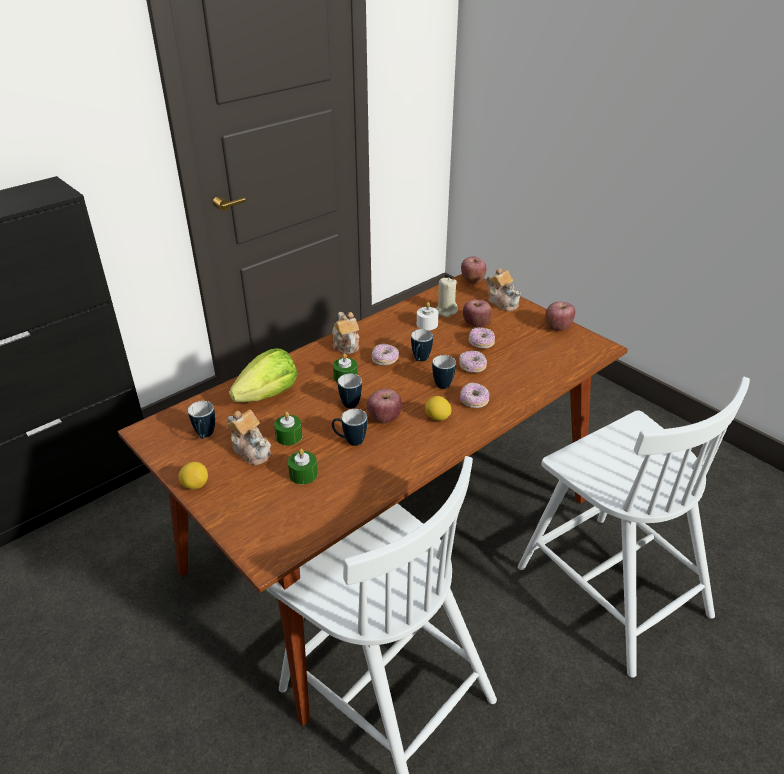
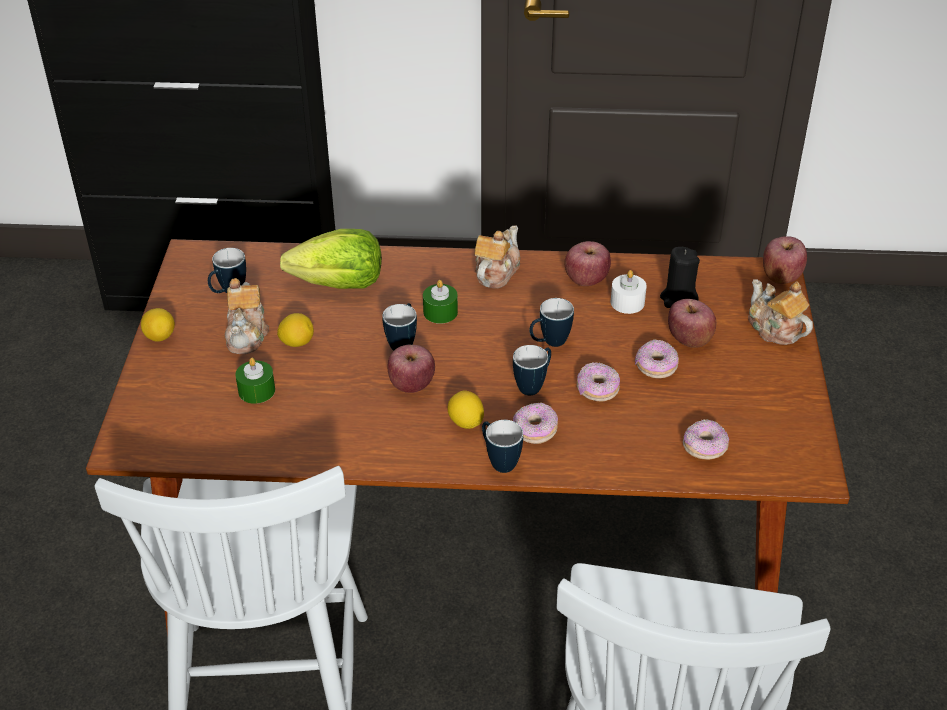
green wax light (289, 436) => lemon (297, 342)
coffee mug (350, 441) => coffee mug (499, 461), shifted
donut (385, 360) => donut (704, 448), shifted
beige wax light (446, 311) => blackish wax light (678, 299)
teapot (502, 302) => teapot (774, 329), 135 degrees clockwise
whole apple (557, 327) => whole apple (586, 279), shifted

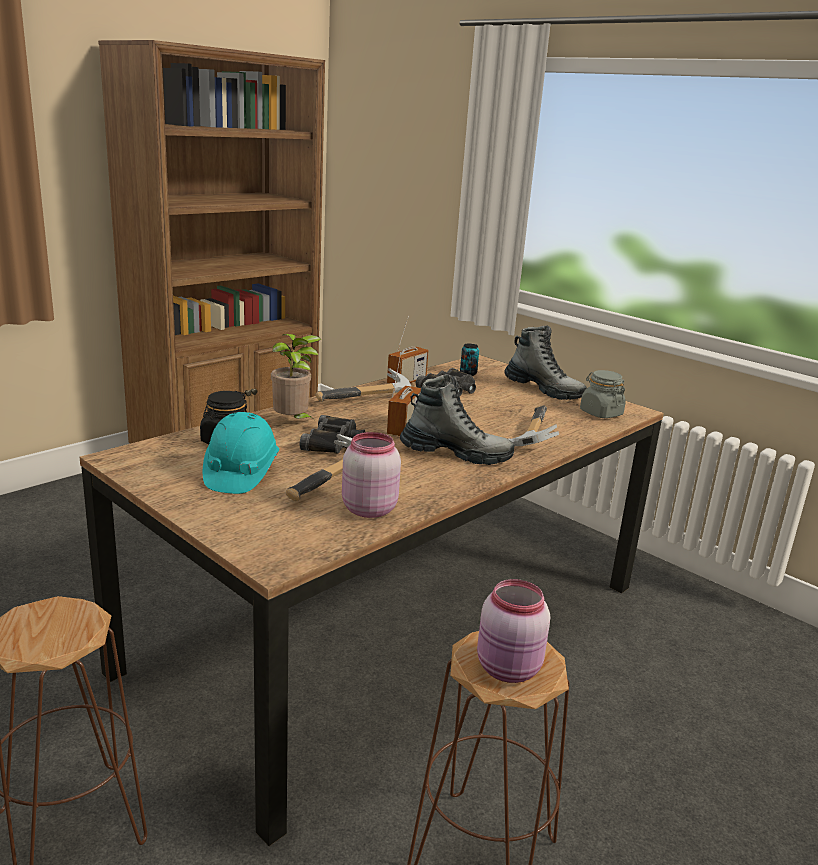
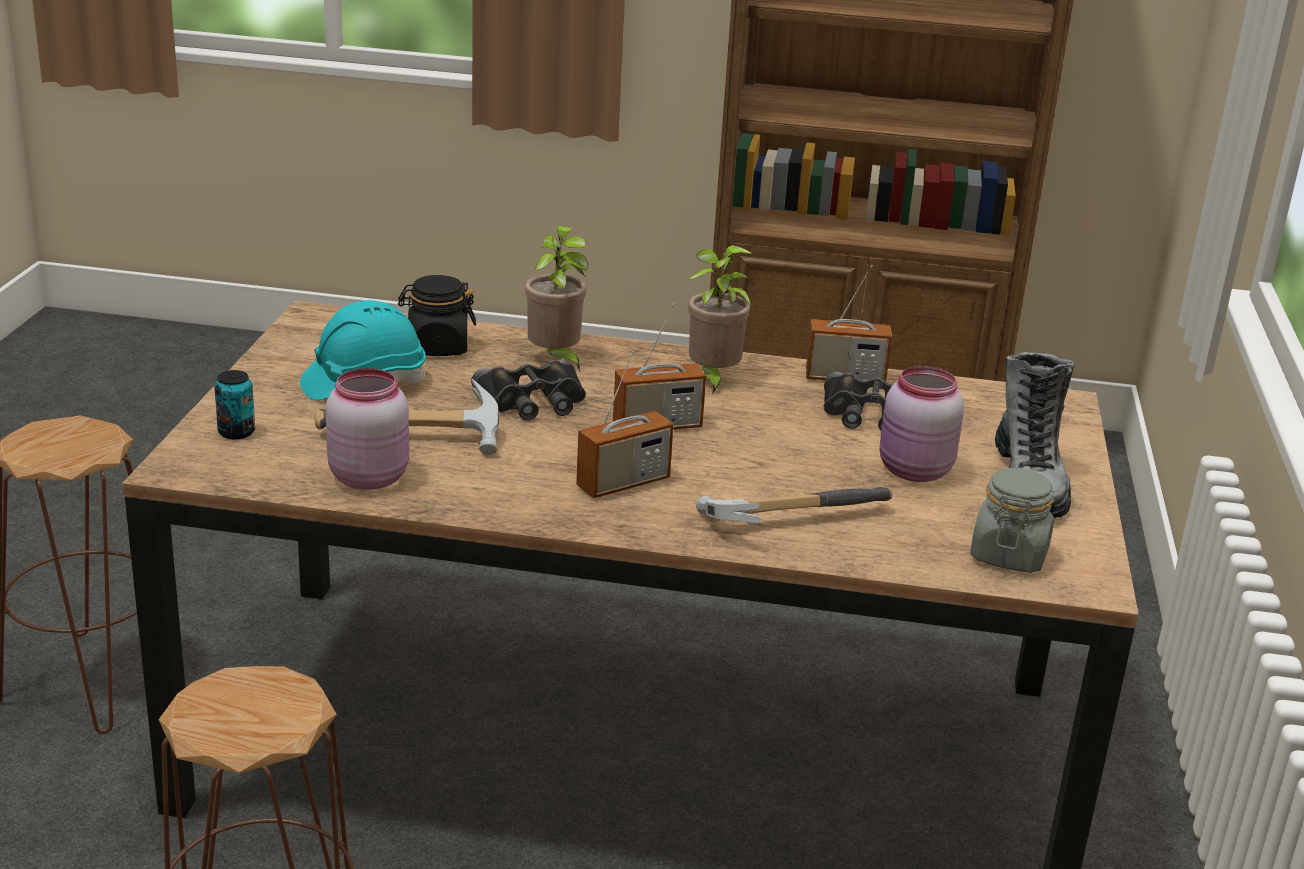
hand hammer (370, 402) => plant in a pot (712, 379)
tall boot (456, 454) => radio receiver (623, 483)
sealed can (468, 373) => sealed can (236, 432), shifted
pink storage jar (509, 669) => pink storage jar (913, 471), shifted

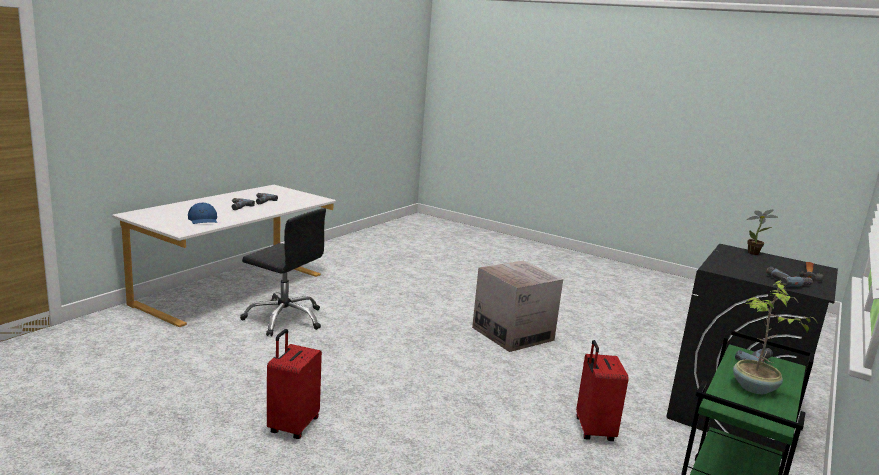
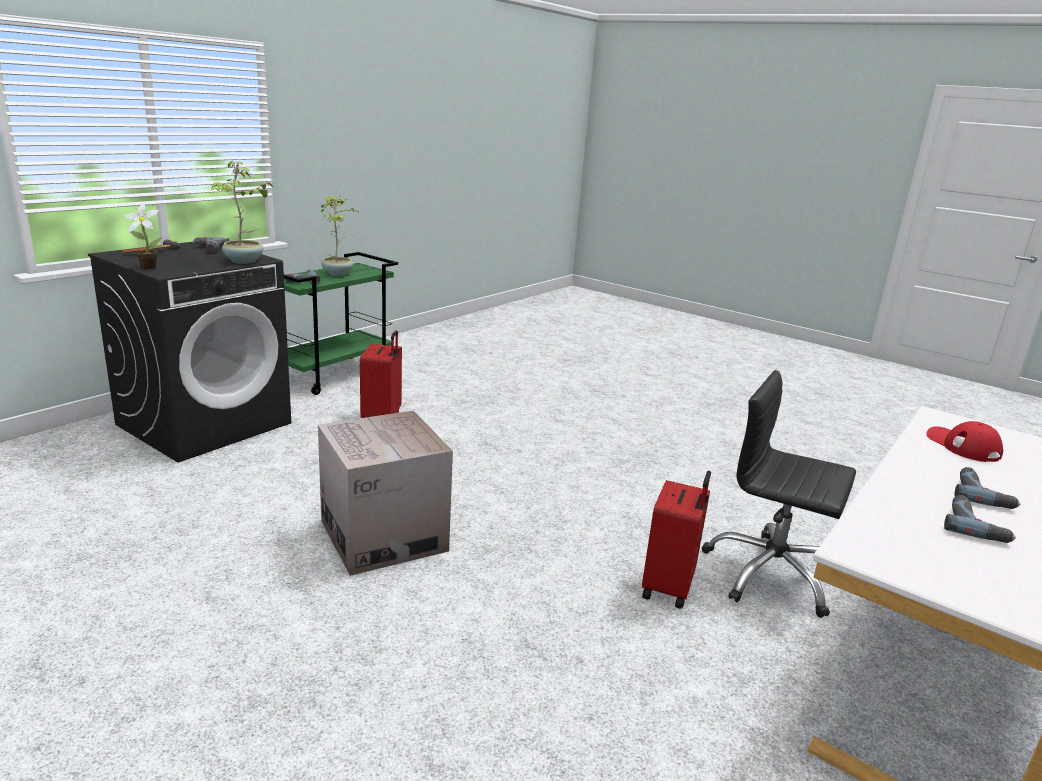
blue-coloured baseball cap (203, 219) => red baseball cap (962, 446)
red piece of luggage (292, 426) => red piece of luggage (669, 588), shifted
nothing => plant in a pot (244, 261)

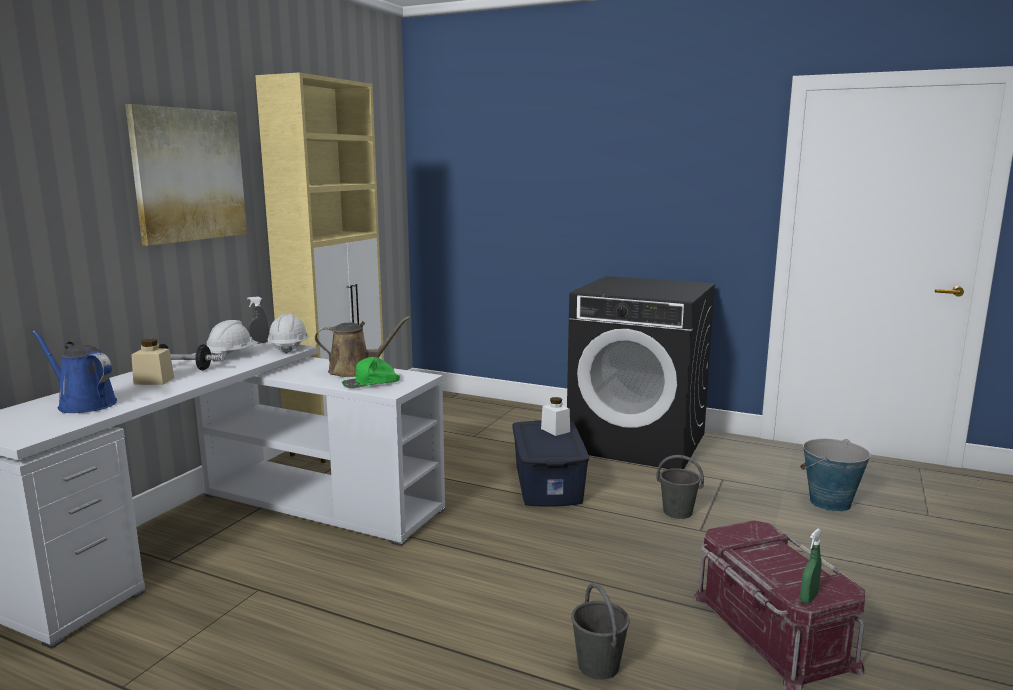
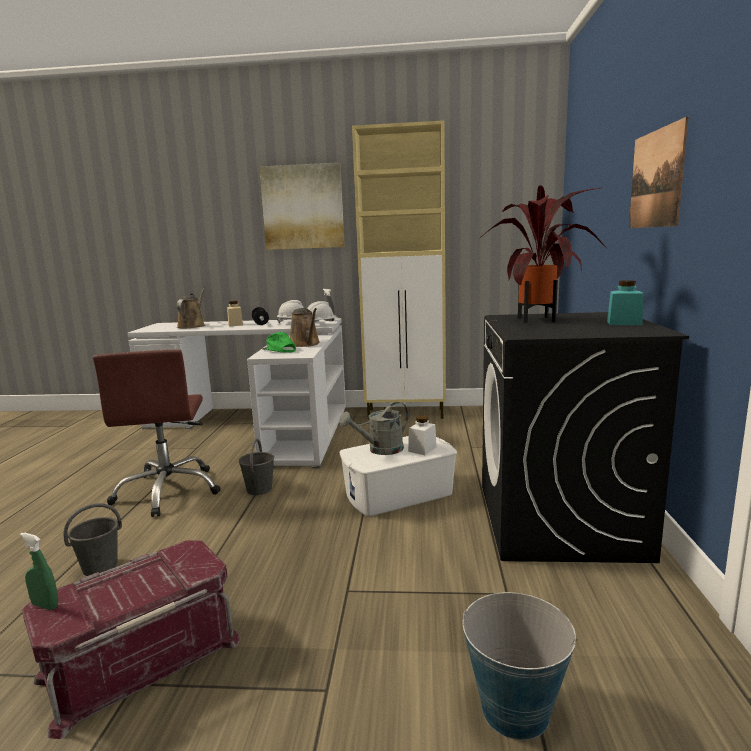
blue-coloured watering pot (83, 404) => brownish watering pot (192, 326)
blue-coloured storage container (548, 483) => white storage container (399, 494)
gray bucket (678, 512) => gray bucket (259, 489), shifted
nothing => brownish desk chair (168, 491)
nothing => gray watering pot (380, 450)
nothing => plant in a pot (541, 320)
nothing => turquoise-coloured storage jar (624, 323)
nothing => wall art (656, 179)

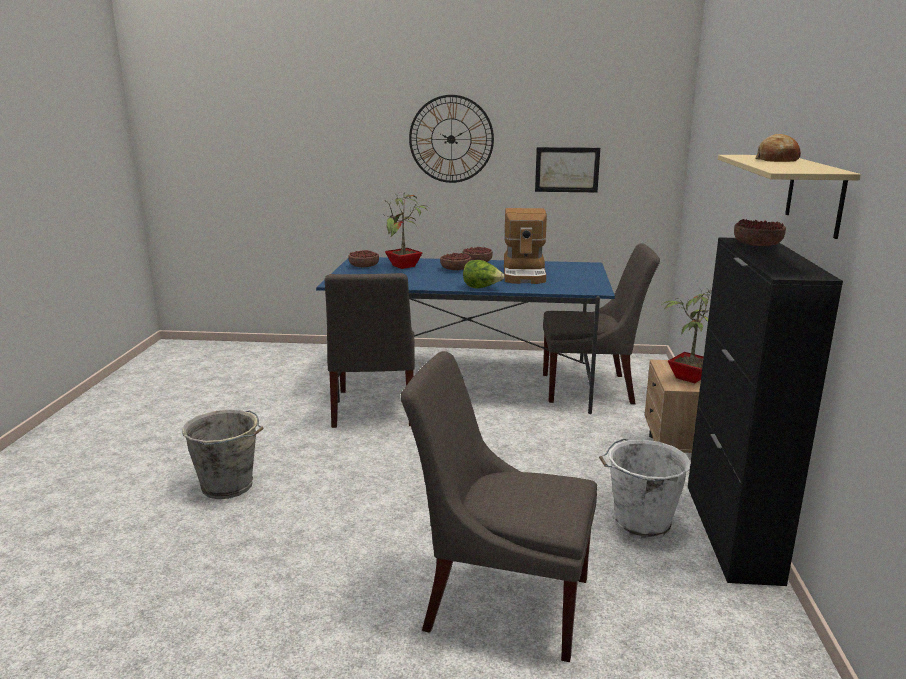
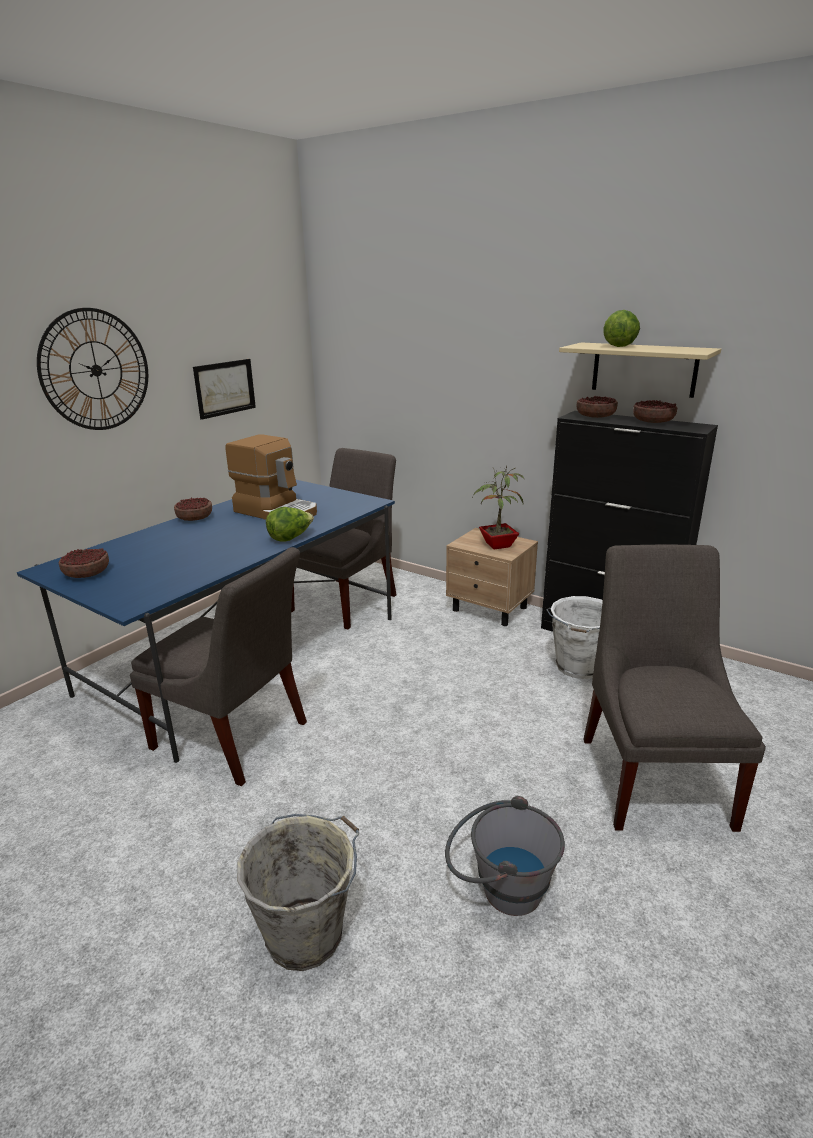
plant in a pot (404, 266) => nothing
gray chair (500, 600) => gray chair (654, 775), 135 degrees clockwise
deep dish (455, 269) => deep dish (653, 422), shifted
bread (776, 160) => lettuce (620, 346)
nothing => gray bucket (499, 888)

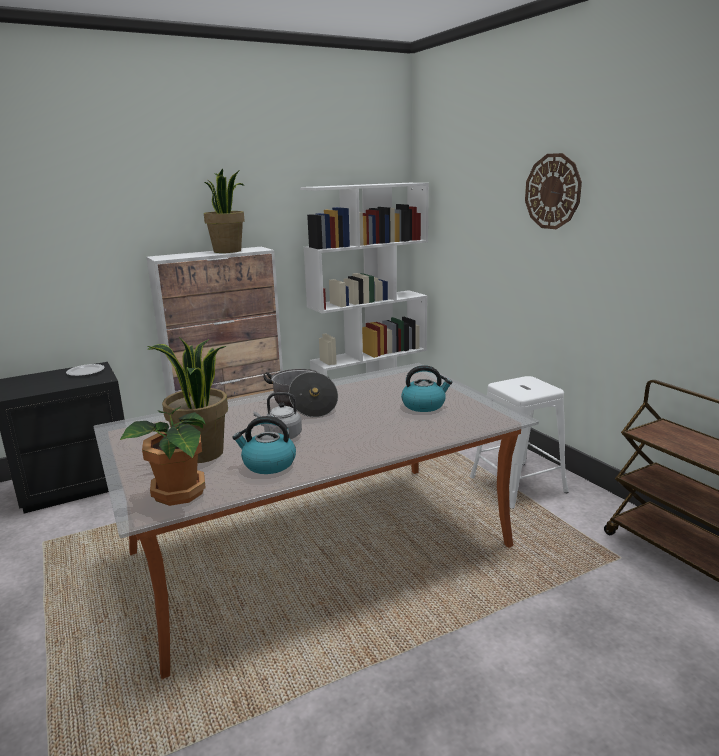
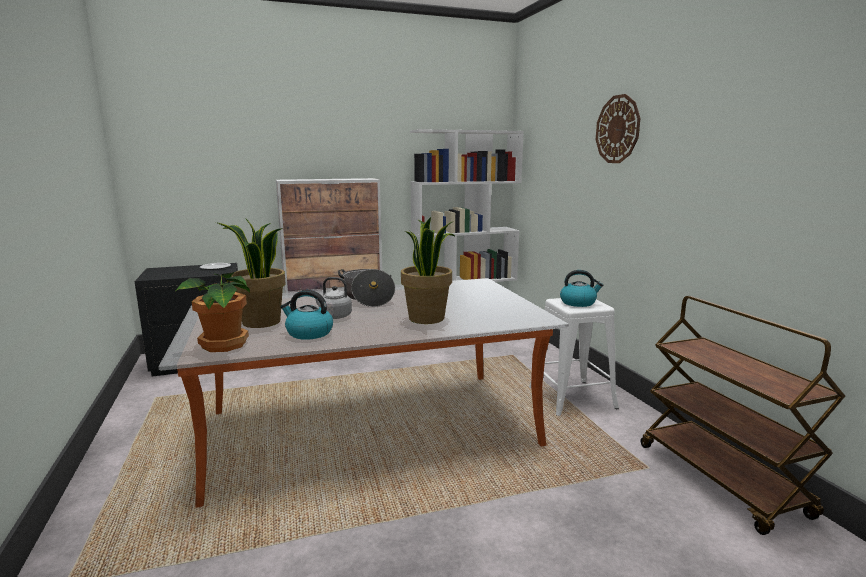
plant in a pot (228, 251) => plant in a pot (427, 318), shifted
tea kettle (424, 405) => tea kettle (578, 303), shifted

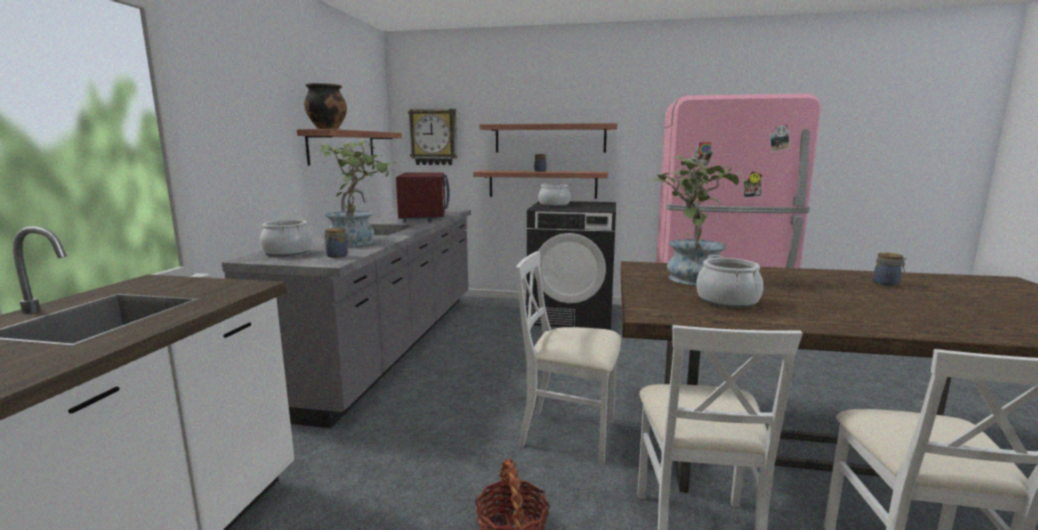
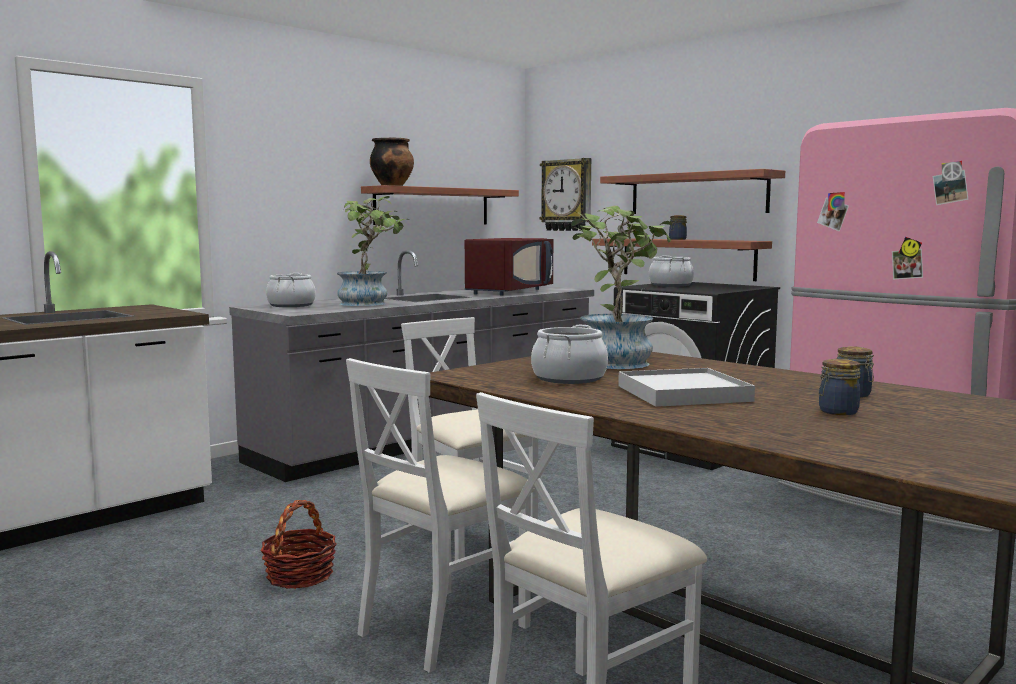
storage jar (336, 256) => storage jar (836, 412), shifted
nothing => white tray (683, 393)

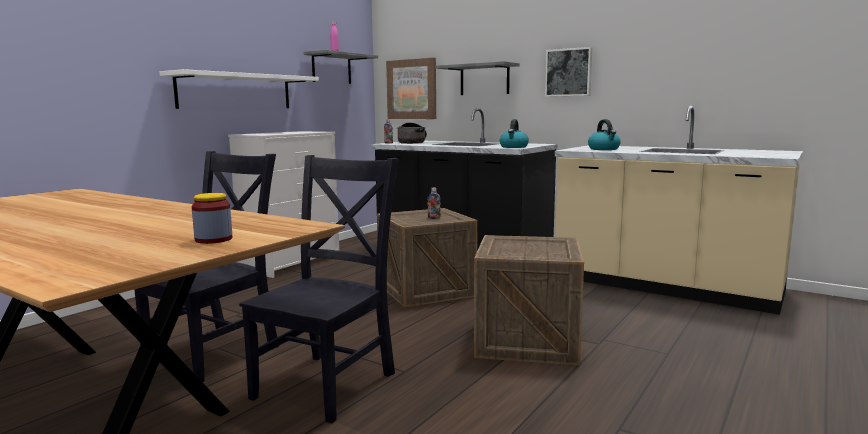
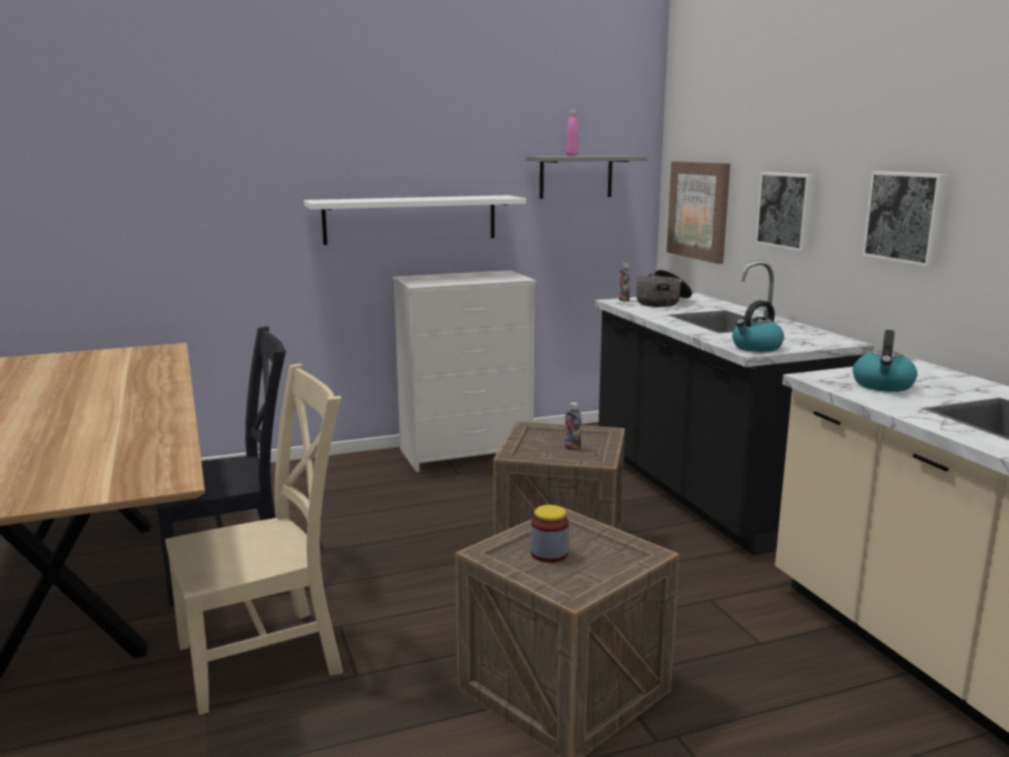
storage jar (213, 239) => storage jar (549, 554), shifted
blackish chair (329, 383) => beige chair (267, 657)
gray wall shelf (484, 80) => wall art (787, 210)

